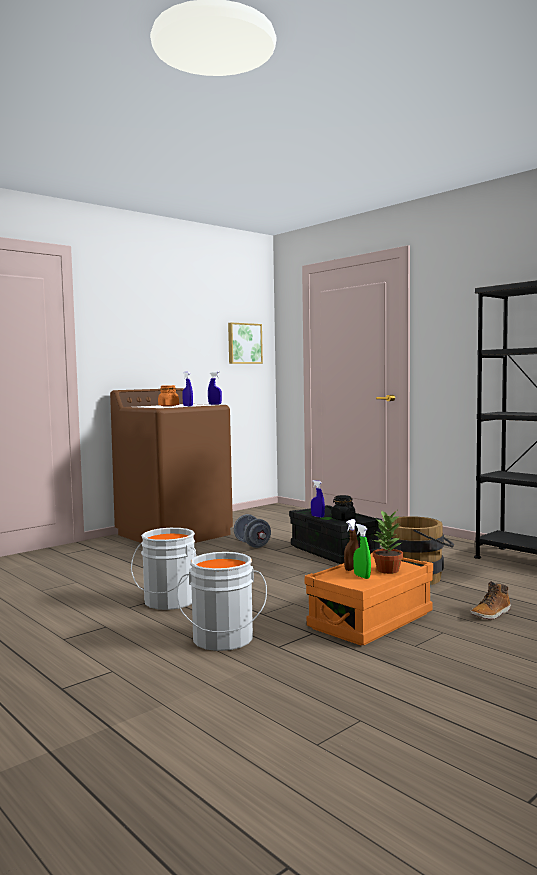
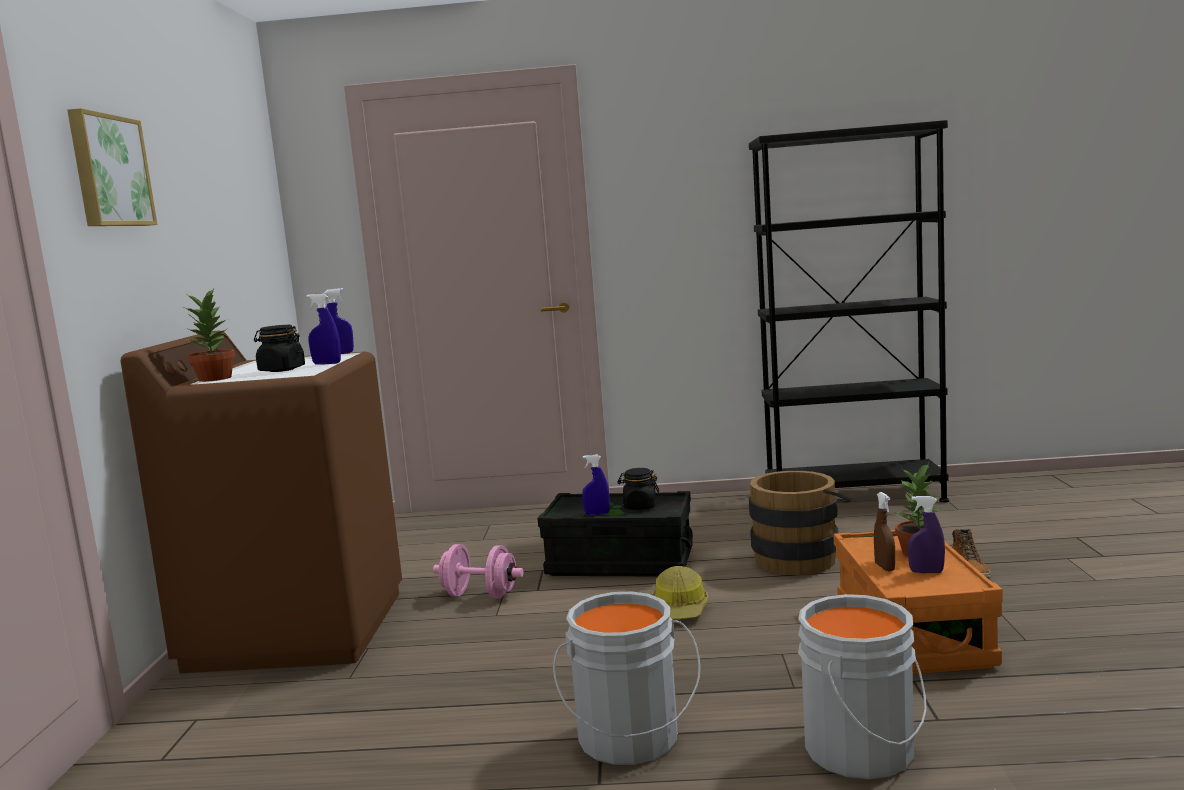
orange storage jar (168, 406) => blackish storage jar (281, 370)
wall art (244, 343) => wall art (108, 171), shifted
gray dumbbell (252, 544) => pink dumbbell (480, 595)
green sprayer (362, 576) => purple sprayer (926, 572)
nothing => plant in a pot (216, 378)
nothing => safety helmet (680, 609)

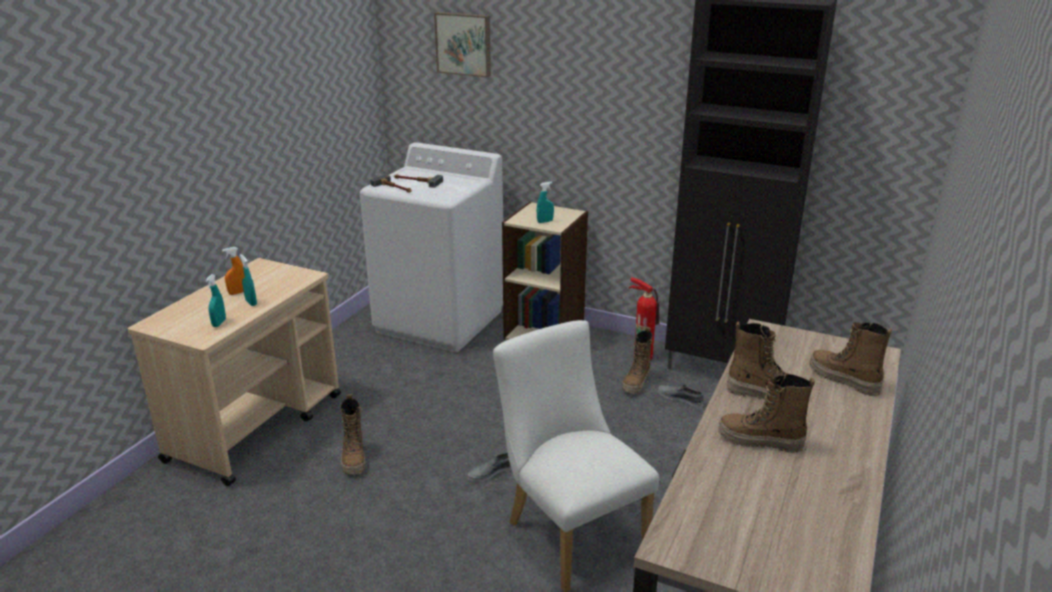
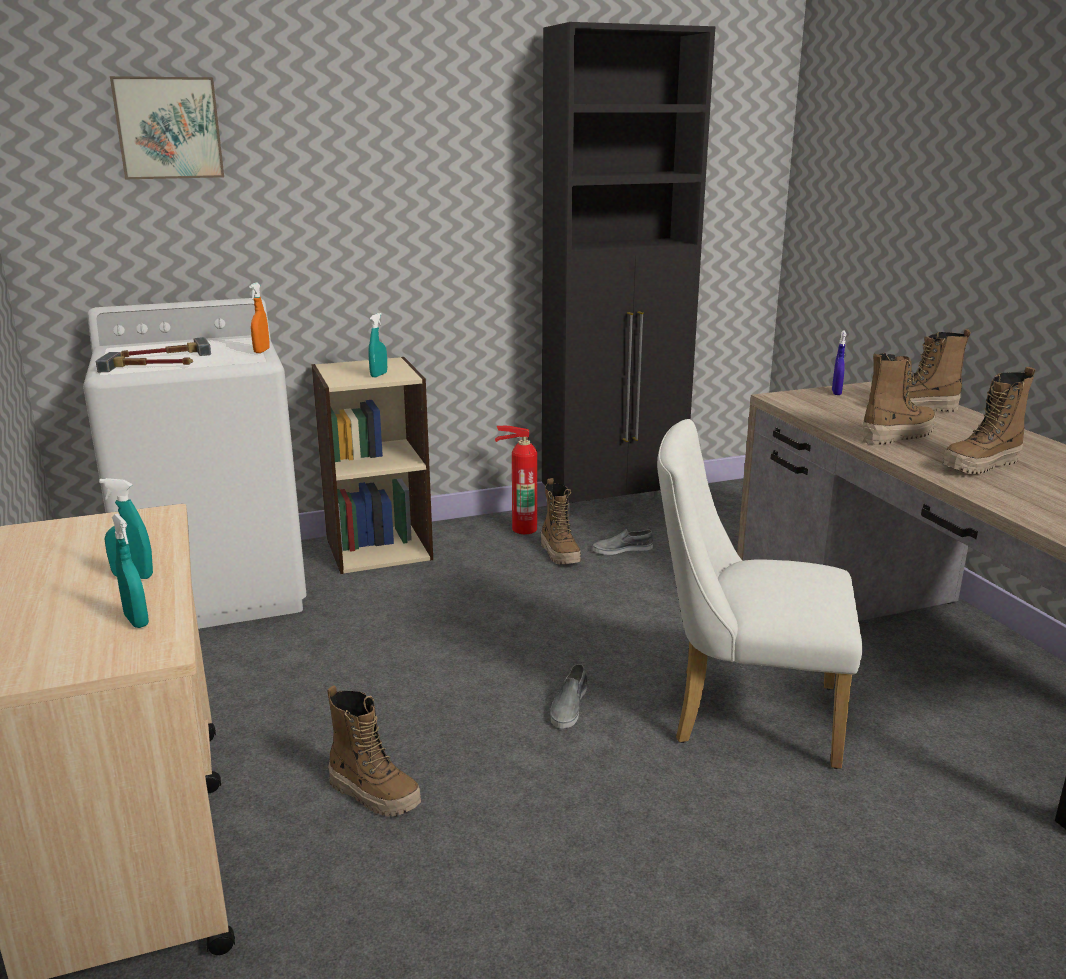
orange sprayer (238, 292) => orange sprayer (262, 351), shifted
nothing => blue-coloured sprayer (836, 393)

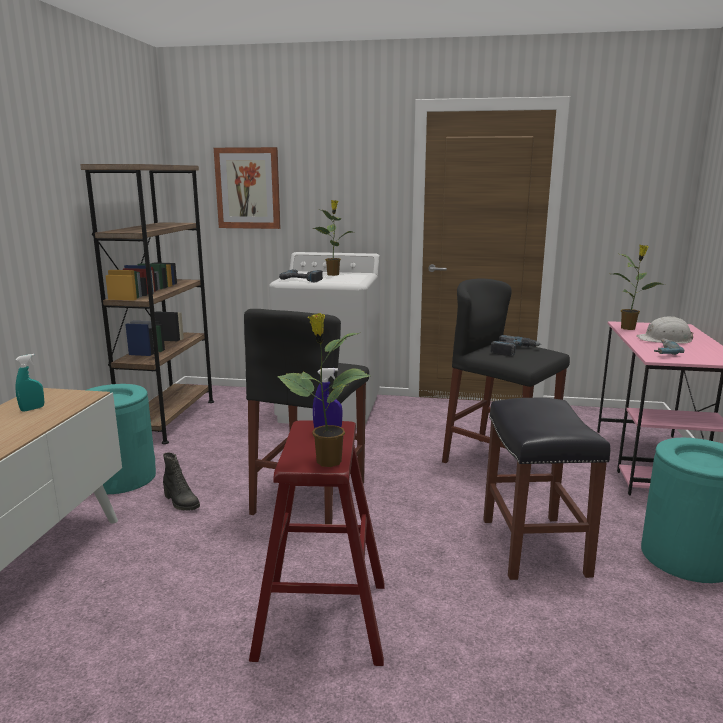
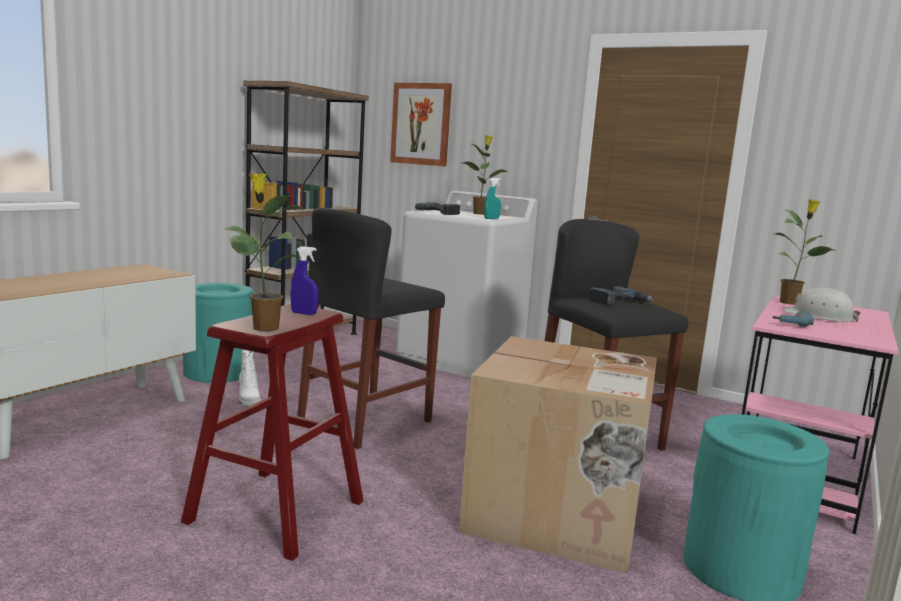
turquoise-coloured sprayer (32, 409) => turquoise-coloured sprayer (491, 219), shifted
blackish tall boot (181, 502) => white tall boot (248, 399)
blackish sitting stool (535, 547) => carton (556, 514)

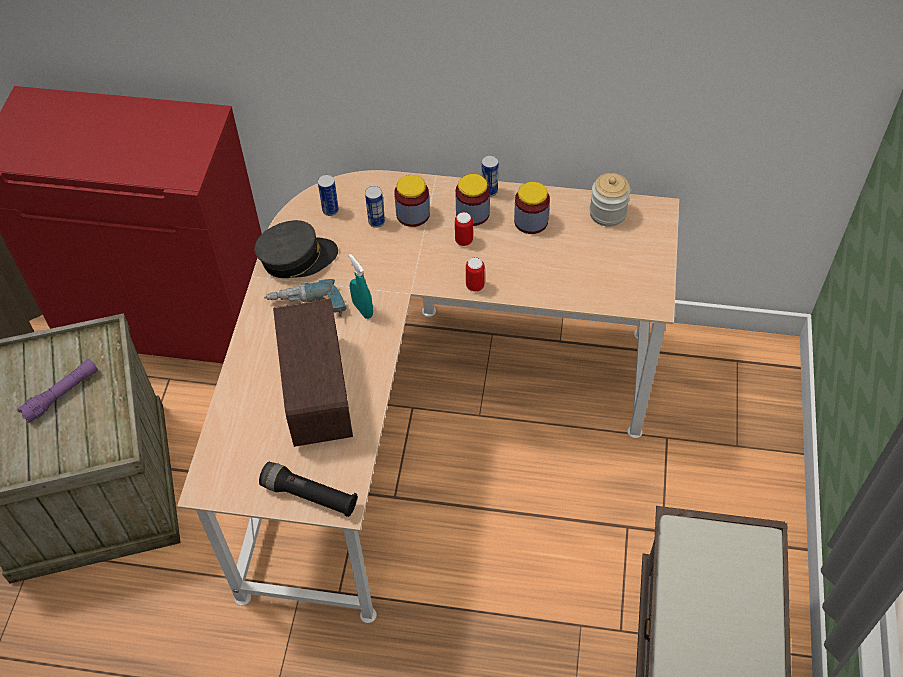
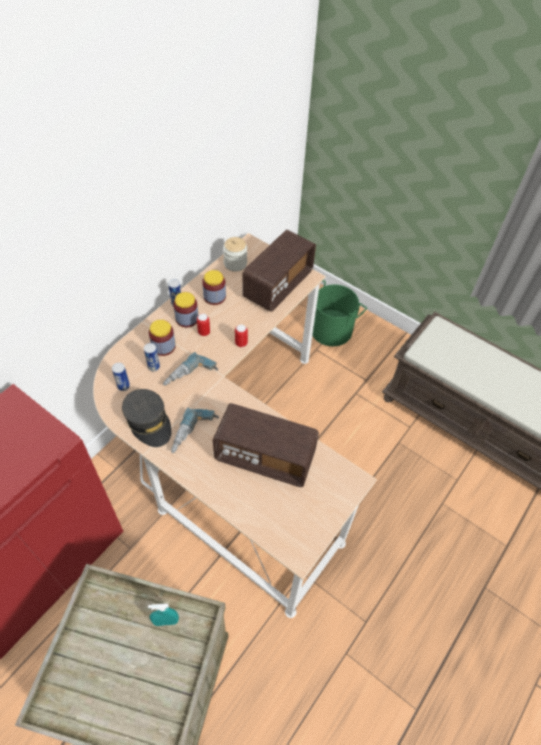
purple flashlight (61, 395) => nothing
gray baseball cap (297, 258) => gray baseball cap (149, 422), 135 degrees clockwise
blackish flashlight (309, 496) => nothing
turquoise-coloured sprayer (362, 309) => turquoise-coloured sprayer (166, 621), shifted
nothing => drill (191, 377)
nothing => radio receiver (278, 285)
nothing => green bucket (331, 329)

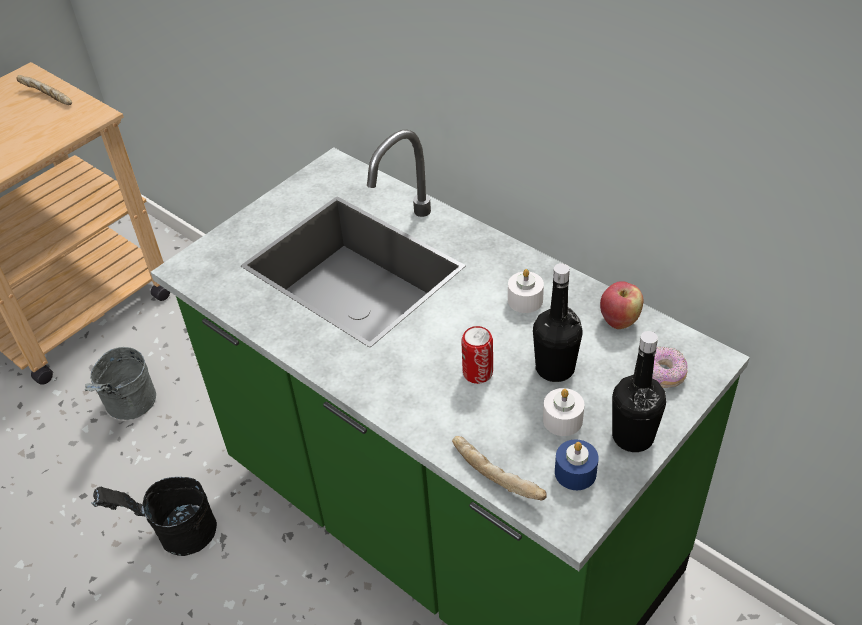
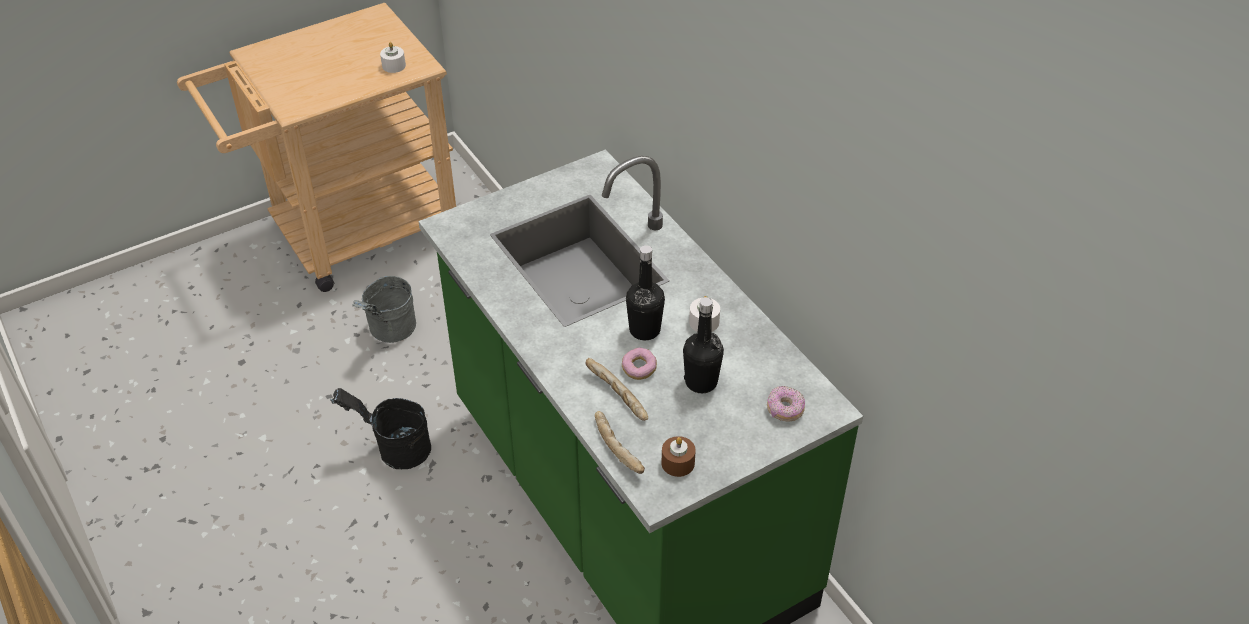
bread (46, 97) => bread (616, 396), shifted
sealed can (477, 373) => donut (639, 369)
white wax light (562, 420) => white wax light (394, 66), shifted
blue-coloured wax light (575, 472) => brownish wax light (678, 463)
whole apple (619, 320) => nothing
blackish bottle (632, 436) => blackish bottle (644, 330), shifted

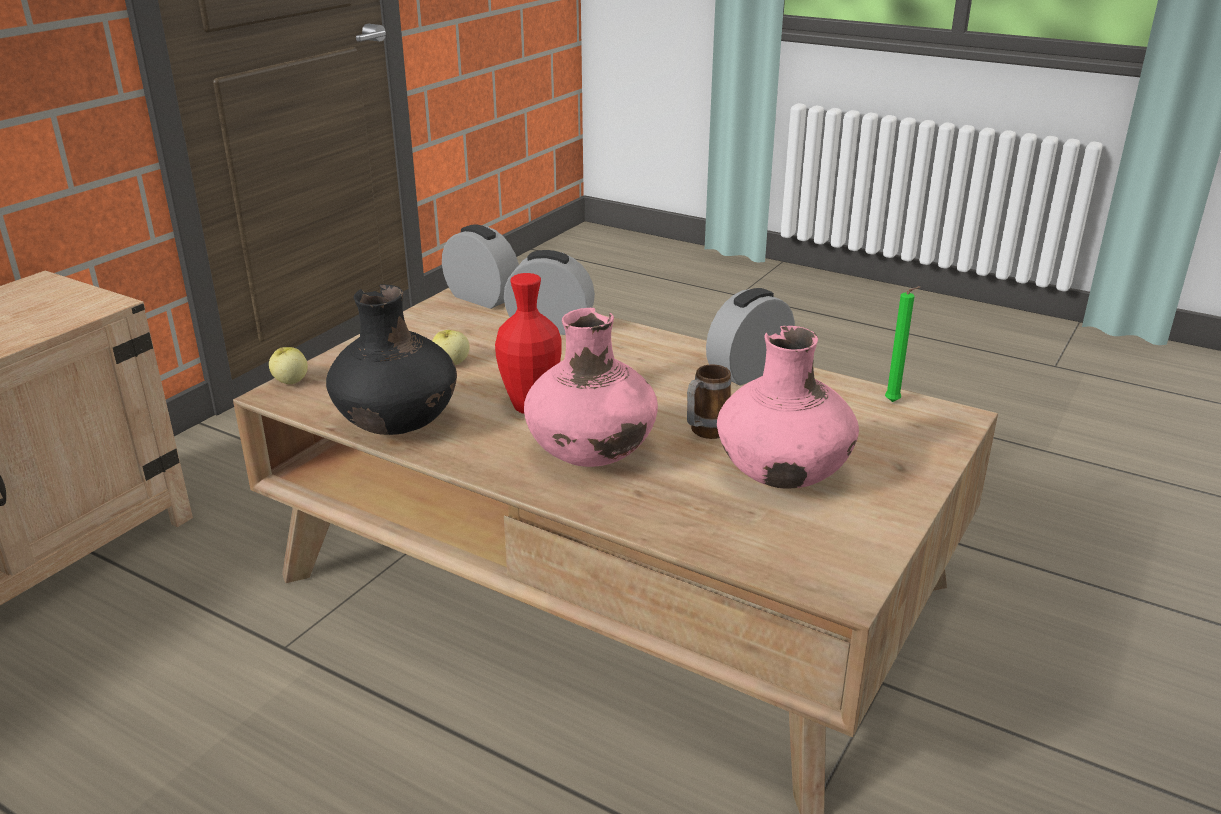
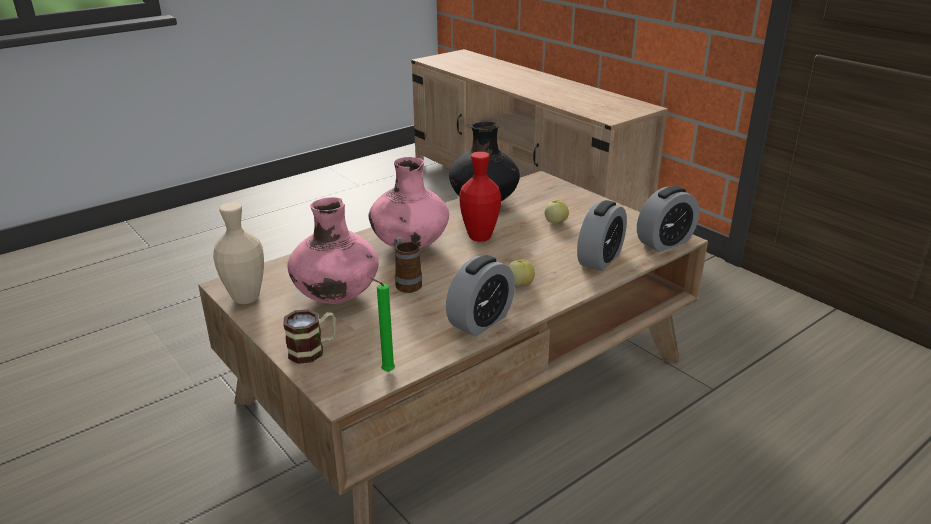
whole apple (290, 381) => whole apple (519, 284), shifted
table clock (748, 371) => table clock (480, 321), 60 degrees clockwise
nothing => beige decorative vase (246, 298)
nothing => coffee mug (313, 350)

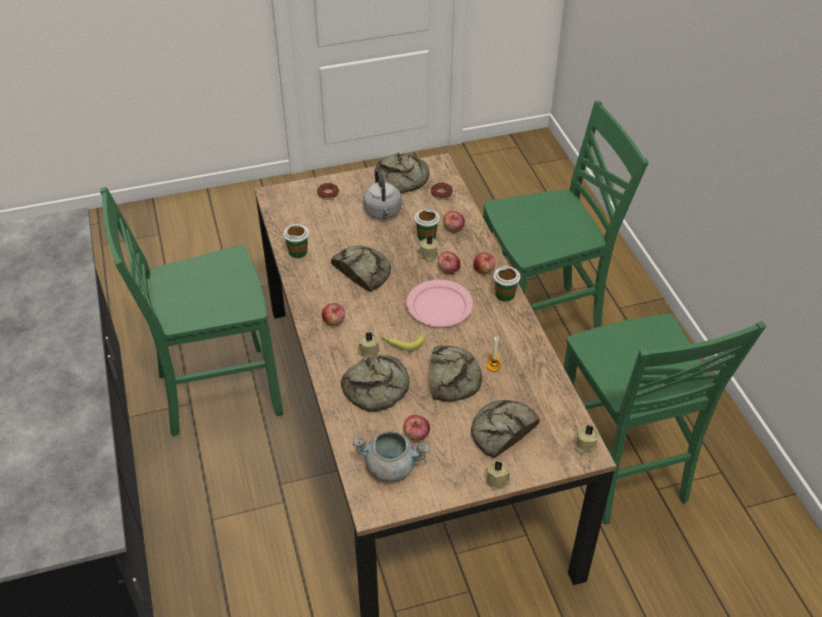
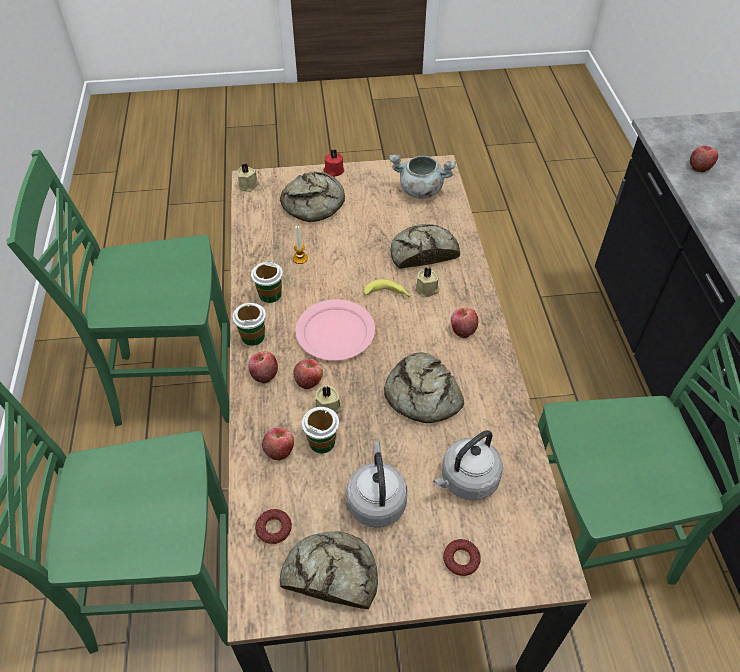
small cup (298, 252) => small cup (270, 294), shifted
whole apple (416, 435) => whole apple (700, 167), shifted
bread (452, 377) => nothing
beige wax light (498, 481) => red wax light (333, 171)
green chair (622, 468) => green chair (173, 384), 90 degrees counterclockwise
nothing => gray tea kettle (466, 480)

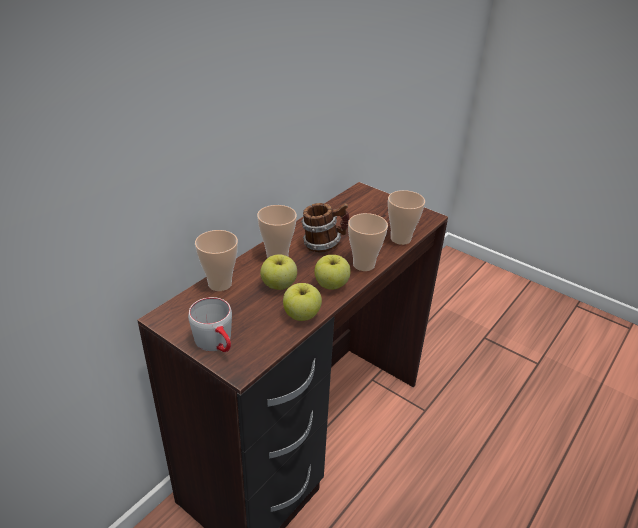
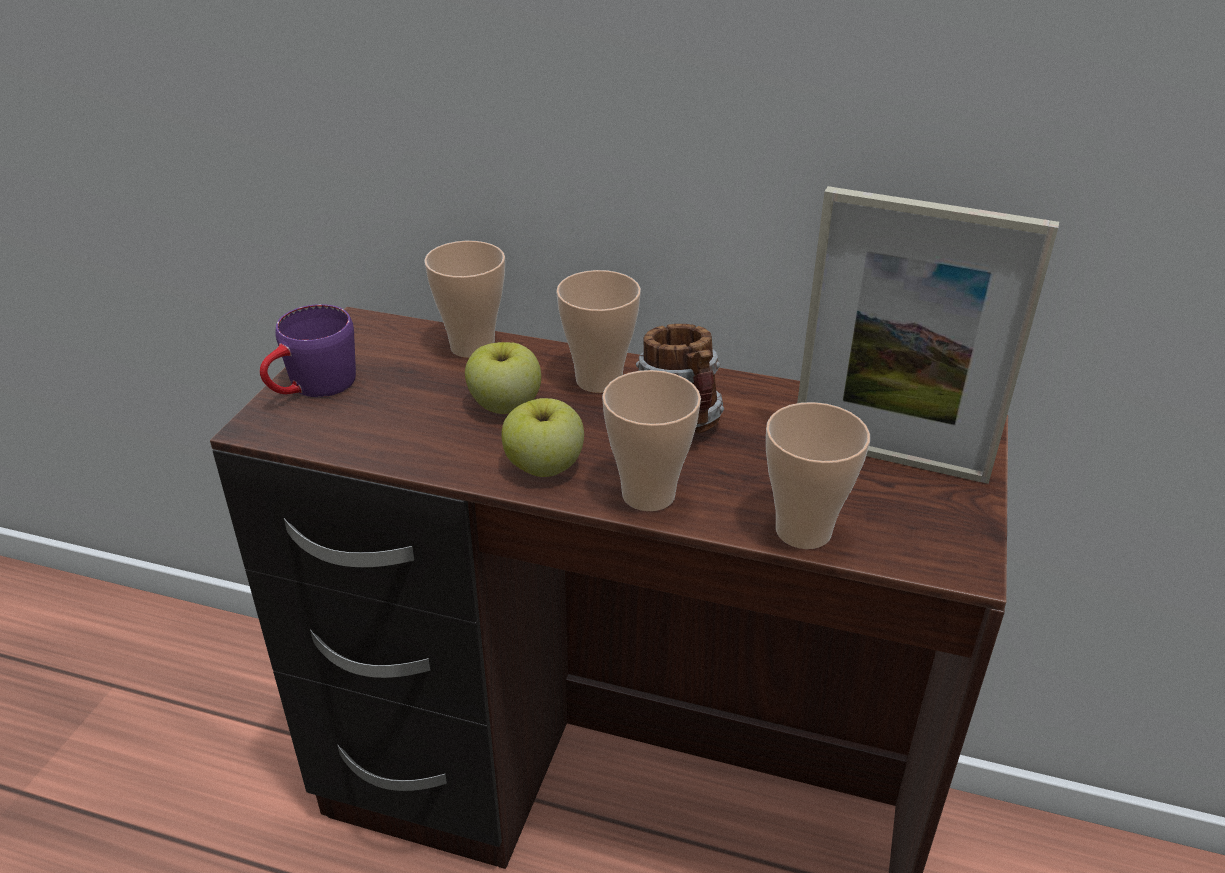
gray coffee mug (217, 344) => purple coffee mug (312, 388)
whole apple (302, 315) => nothing
nothing => photo frame (888, 457)

